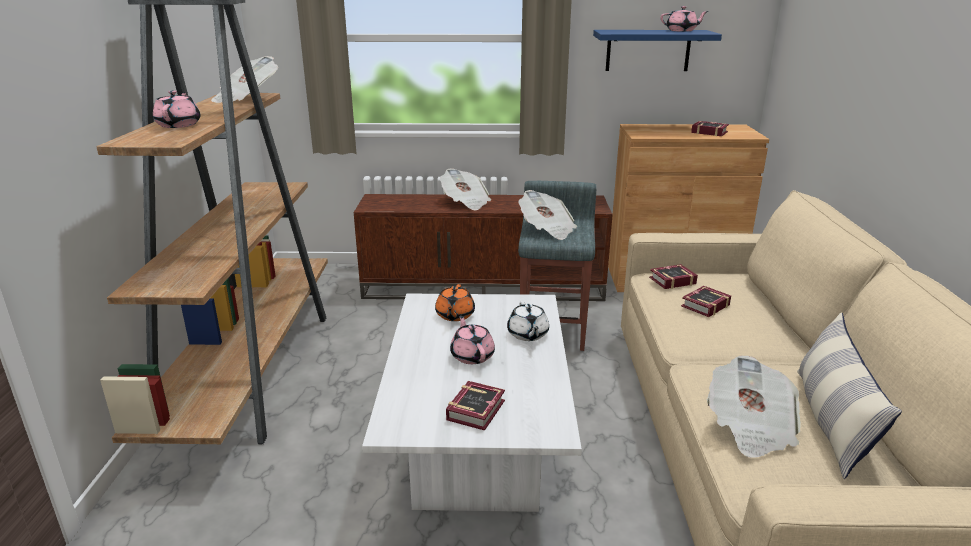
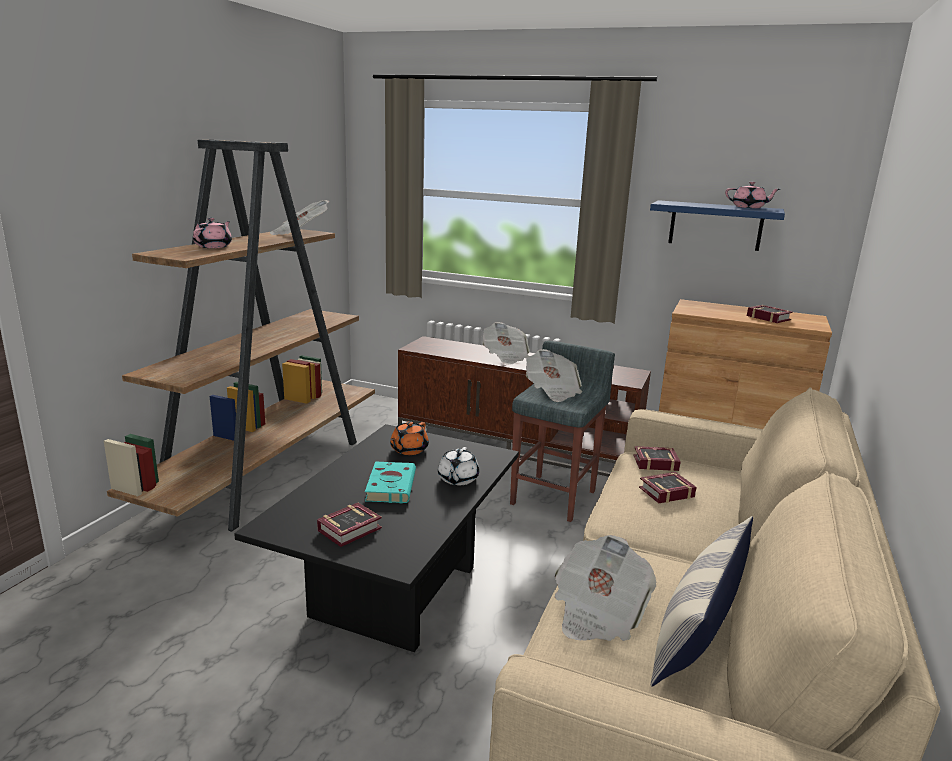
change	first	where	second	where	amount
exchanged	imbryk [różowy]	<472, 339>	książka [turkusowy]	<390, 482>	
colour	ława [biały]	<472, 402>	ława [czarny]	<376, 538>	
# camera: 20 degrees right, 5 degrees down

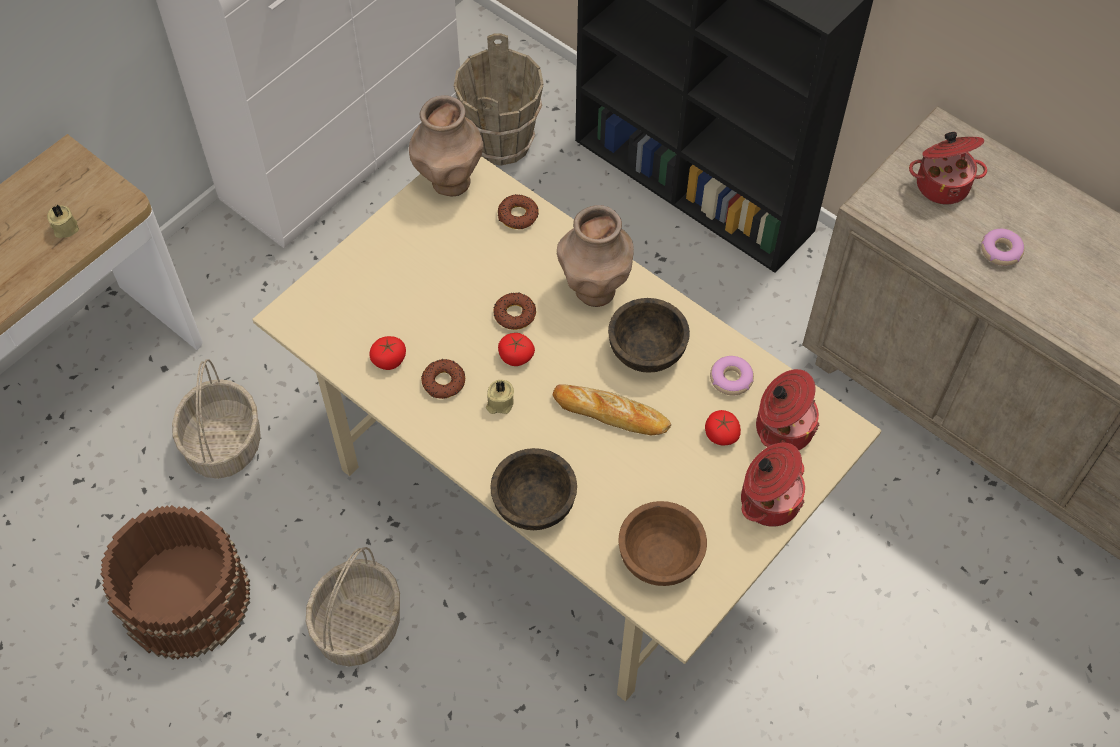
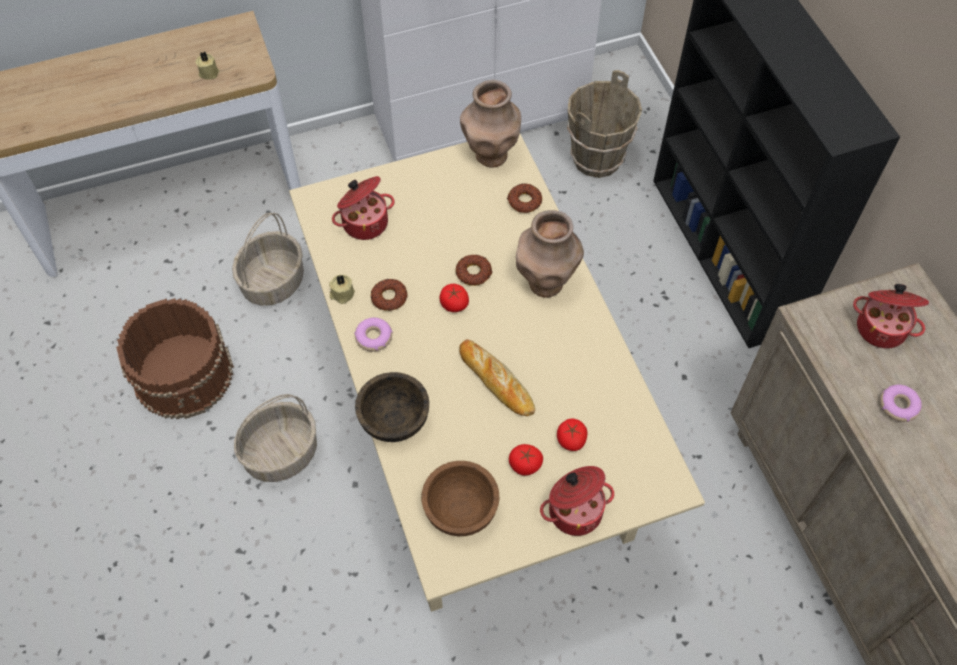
change	first	where	second	where	amount
missing	miska [brązowy]	<649, 335>			
relocated	pomidor	<387, 353>		<526, 460>	
relocated	świeca [beżowy]	<500, 397>		<342, 289>	
relocated	donut	<732, 376>		<373, 335>	
relocated	garnek	<787, 409>		<363, 208>	
# camera: 30 degrees right, 0 degrees up

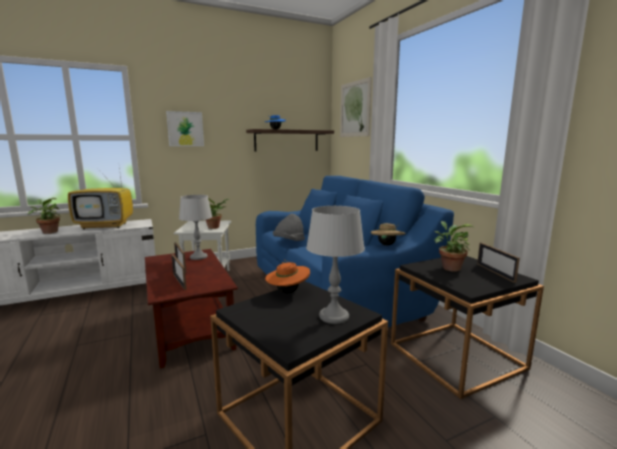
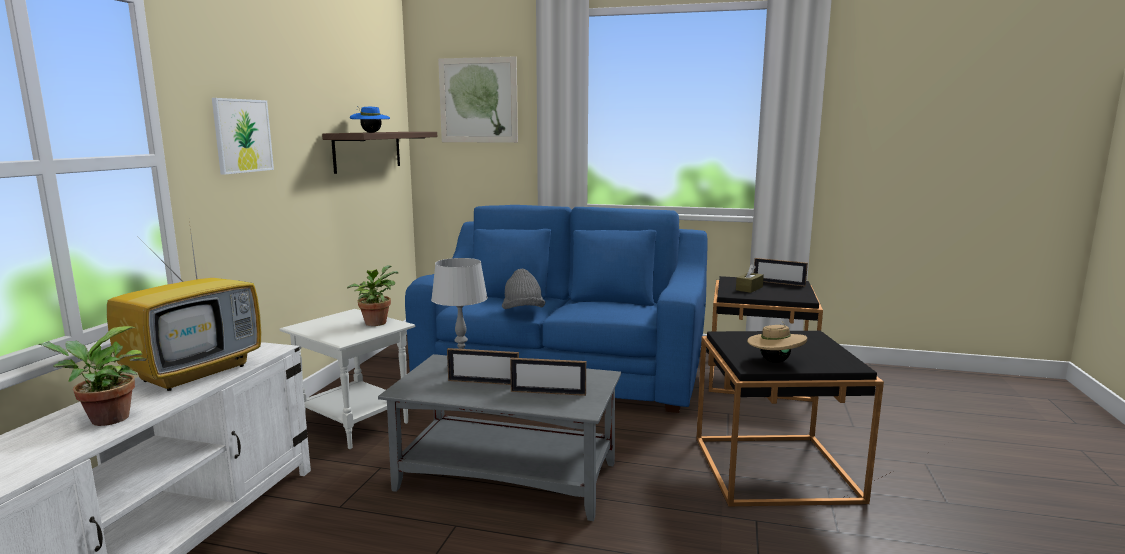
change	first	where	second	where	amount
missing	kapelusz [pomarańczowy]	<287, 276>			
missing	lampa stołowa [szary]	<335, 265>			
relocated	kapelusz [beżowy]	<388, 234>		<777, 342>	
exchanged	roślina doniczkowa	<453, 246>	pudełko chusteczek [brązowy]	<750, 278>	
colour	ława [brązowy]	<191, 308>	ława [szary]	<499, 437>	
# camera: 50 degrees left, 0 degrees up

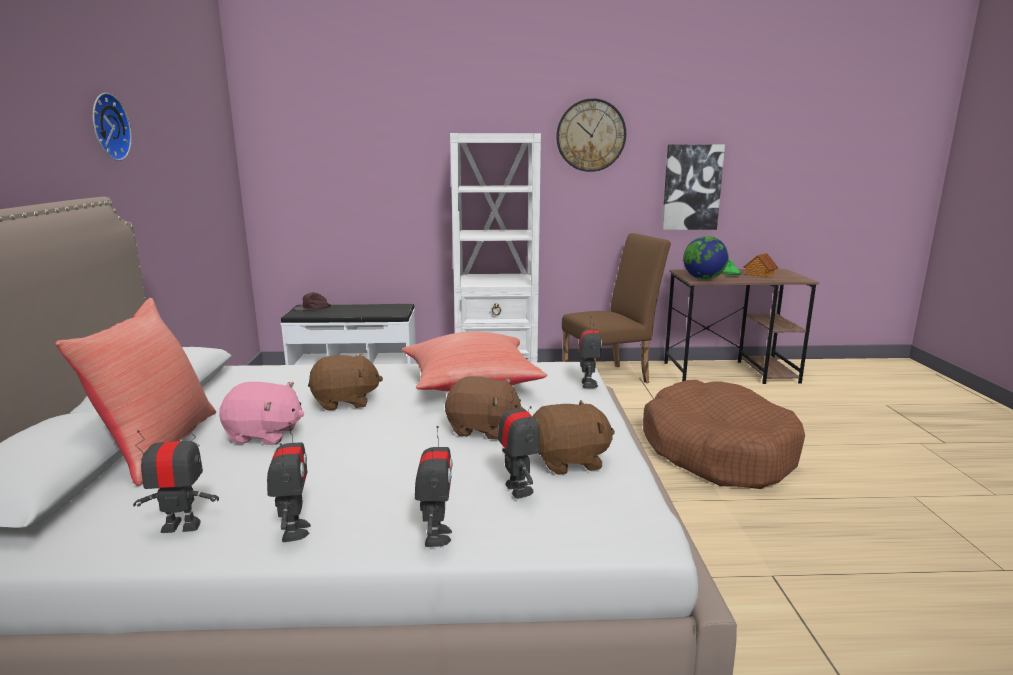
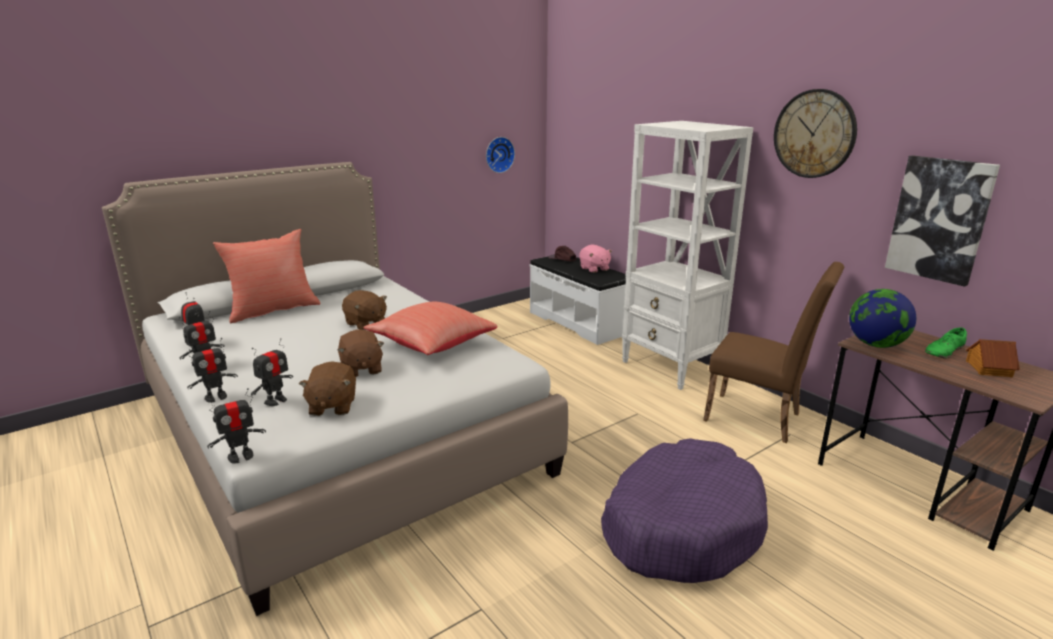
change	first	where	second	where	amount
relocated	zegar ścienny	<112, 127>		<500, 155>	
relocated	pluszak [różowy]	<261, 413>		<595, 259>	
relocated	robot zabawkowy	<590, 352>		<236, 426>	
colour	legowisko [brązowy]	<724, 434>	legowisko [fioletowy]	<684, 510>	
spun	pluszak [brązowy]	<574, 437>		<327, 388>	45 degrees clockwise
# camera: 55 degrees right, 5 degrees up

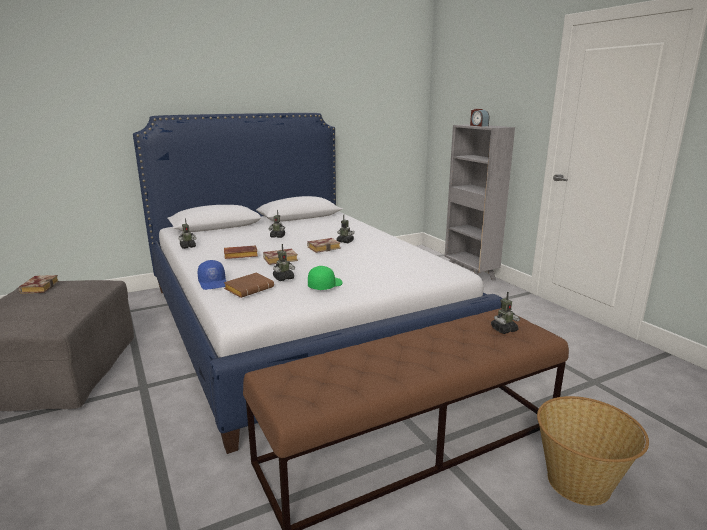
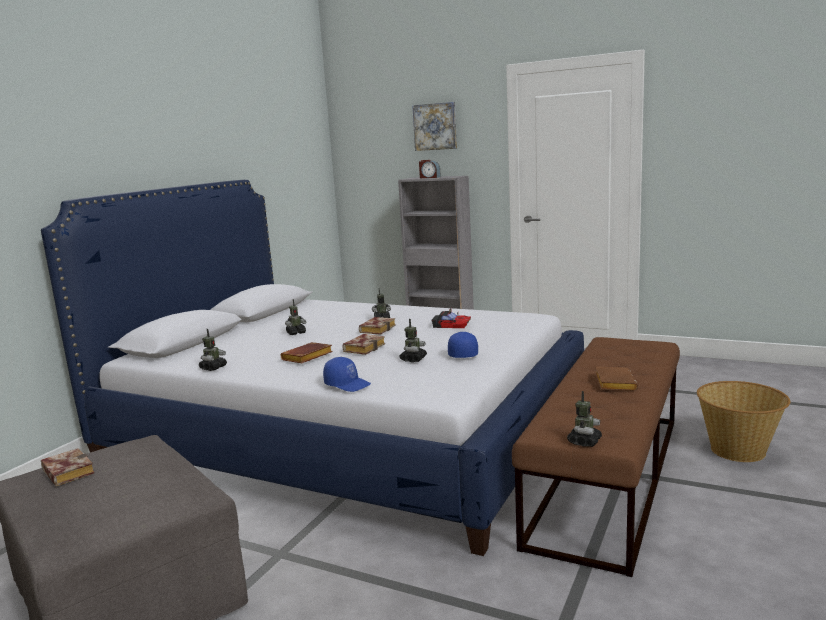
change	first	where	second	where	amount
appeared			obraz	<434, 126>	
appeared			samochodzik	<451, 318>	
relocated	książka [brązowy]	<249, 285>		<616, 378>	
relocated	robot zabawkowy	<505, 313>		<584, 419>	
colour	czapka z daszkiem [zielony]	<325, 278>	czapka z daszkiem [niebieski]	<463, 345>	
# camera: 35 degrees left, 5 degrees down

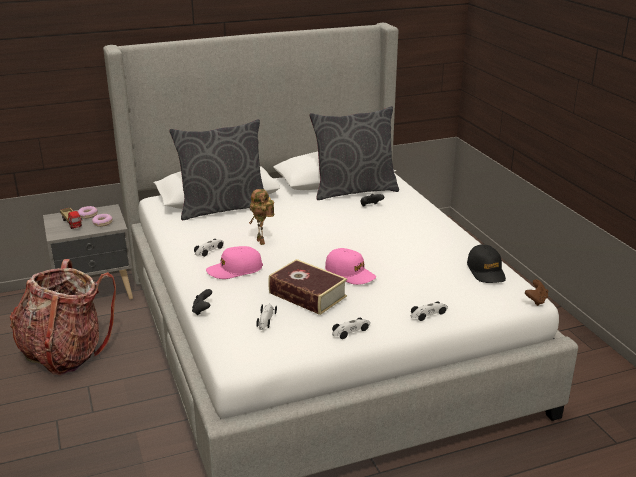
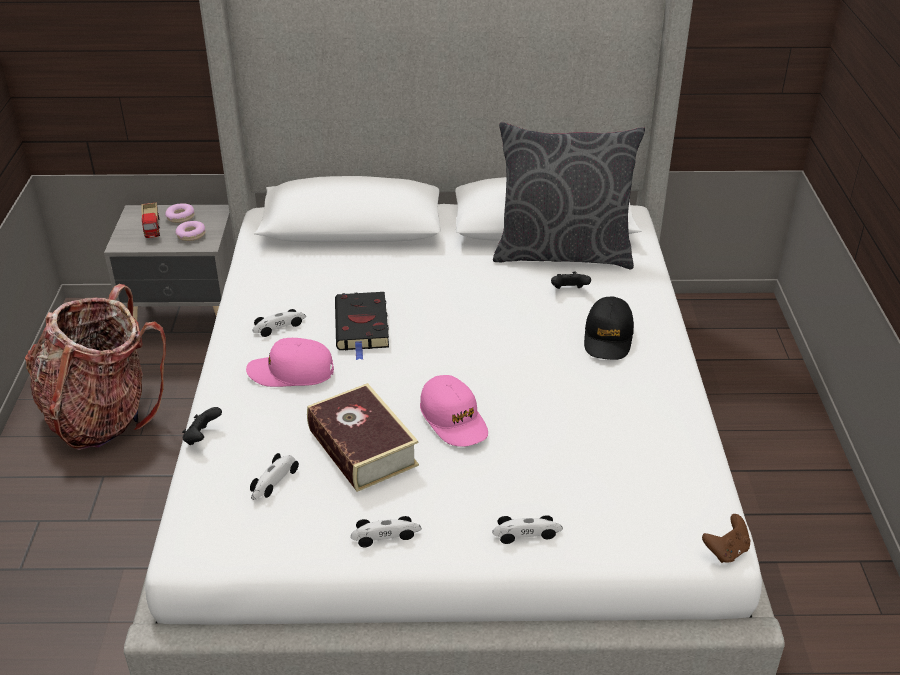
change	first	where	second	where	amount
missing	poduszka [szary]	<216, 169>			
relocated	czapka z daszkiem [czarny]	<486, 263>		<609, 328>	
exchanged	robot zabawkowy	<261, 217>	książka [czarny]	<362, 326>	
# camera: 20 degrees right, 10 degrees up

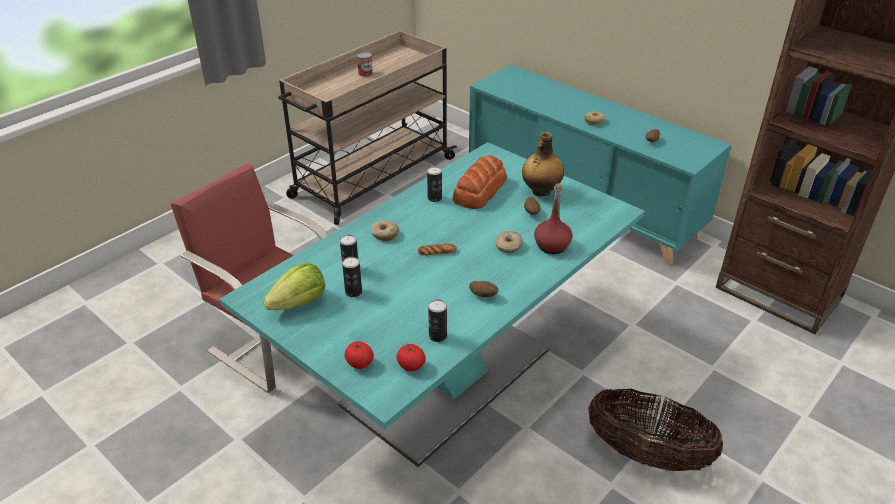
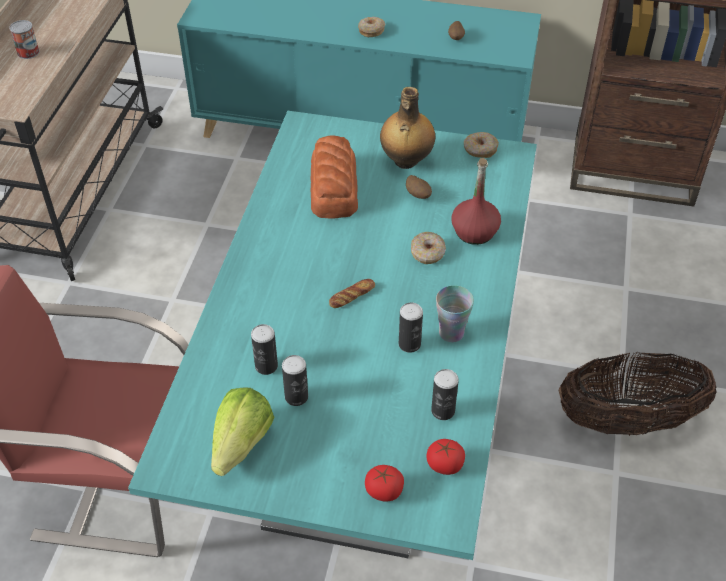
change	first	where	second	where	amount
relocated	donut	<385, 231>		<481, 145>	
relocated	puszka	<434, 184>		<411, 327>	
exchanged	ziemniak	<483, 289>	filiżanka	<455, 313>	
# camera: 30 degrees left, 10 degrees up

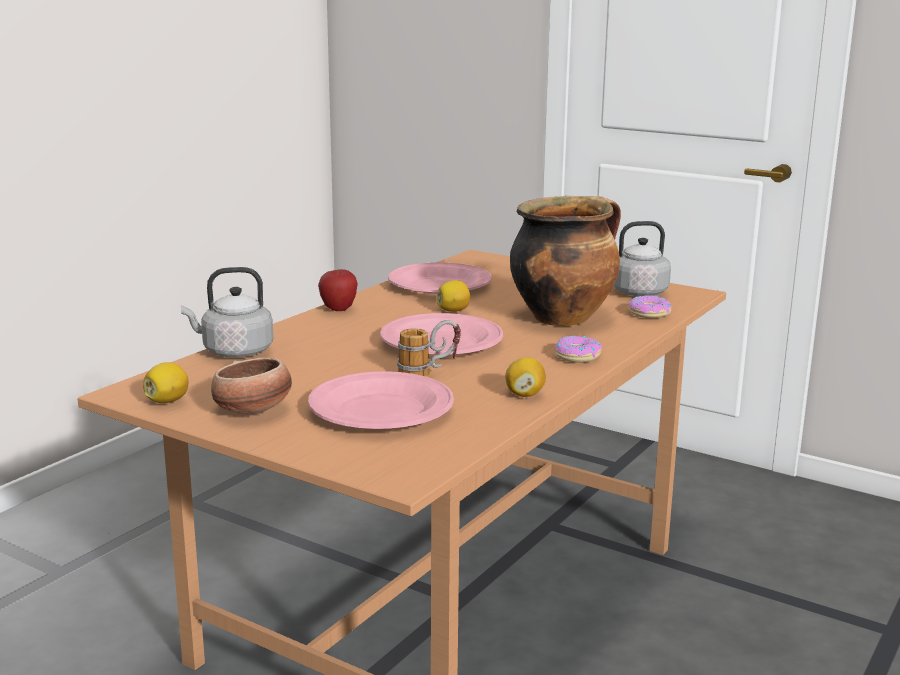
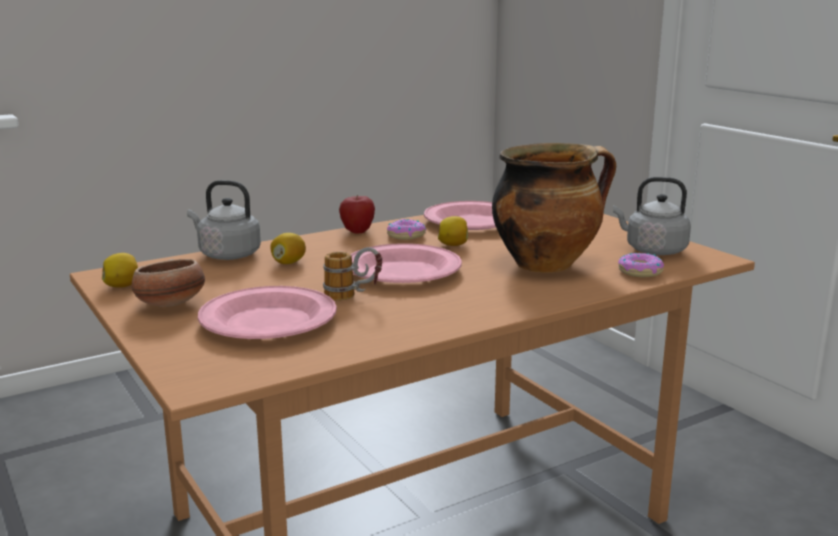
change	first	where	second	where	amount
relocated	cytryna	<525, 377>		<288, 248>	
relocated	donut	<578, 349>		<406, 229>	
# camera: 25 degrees right, 0 degrees up

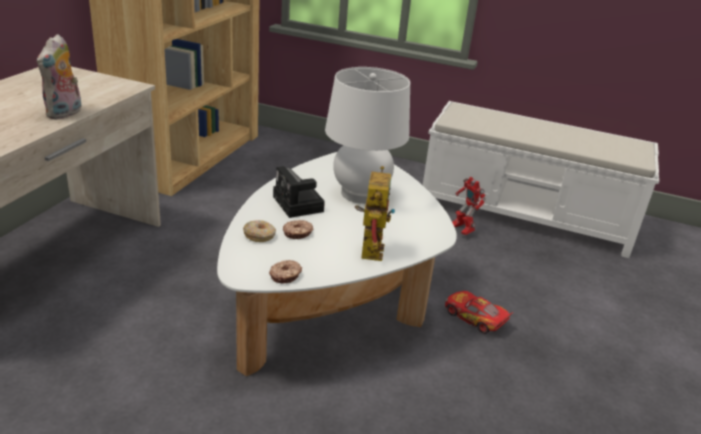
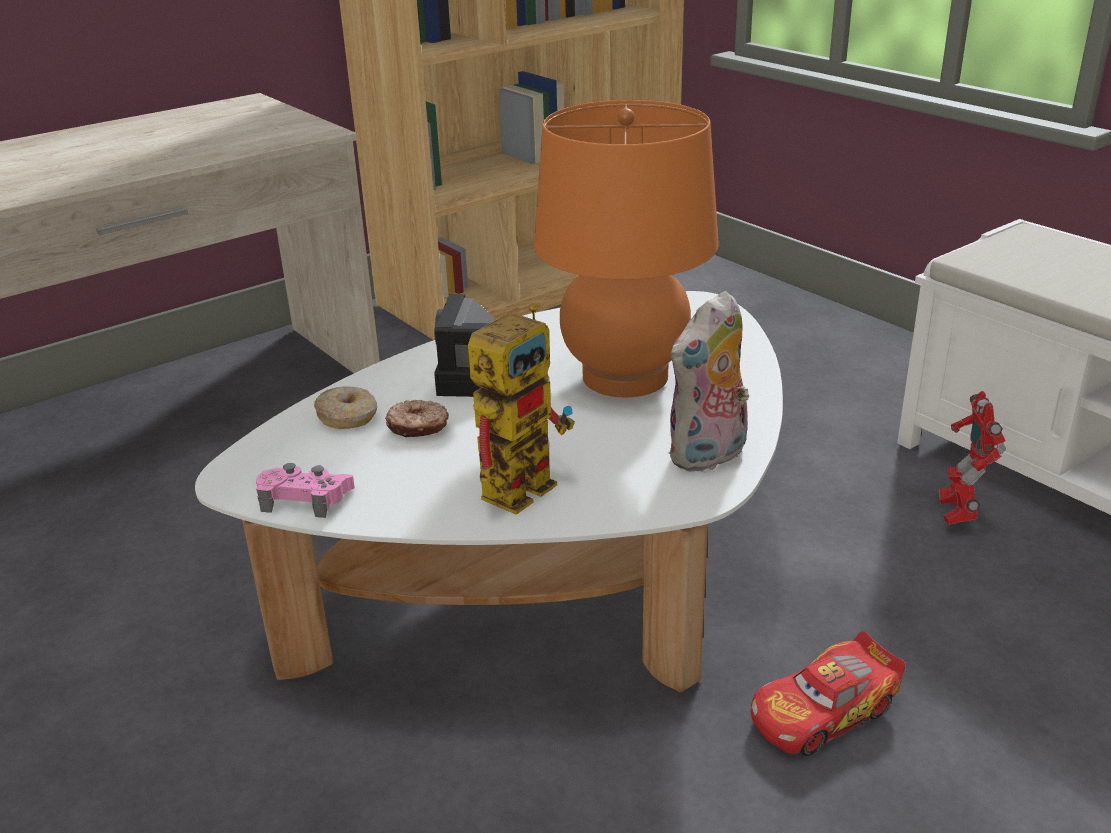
change	first	where	second	where	amount
relocated	pluszak	<59, 77>		<708, 381>	
exchanged	donut	<285, 272>	pad do gier [różowy]	<305, 490>	
colour	lampa stołowa [biały]	<367, 135>	lampa stołowa [pomarańczowy]	<626, 248>	
spun	samochodzik	<479, 312>		<828, 693>	105 degrees counterclockwise
# camera: 35 degrees right, 0 degrees up

